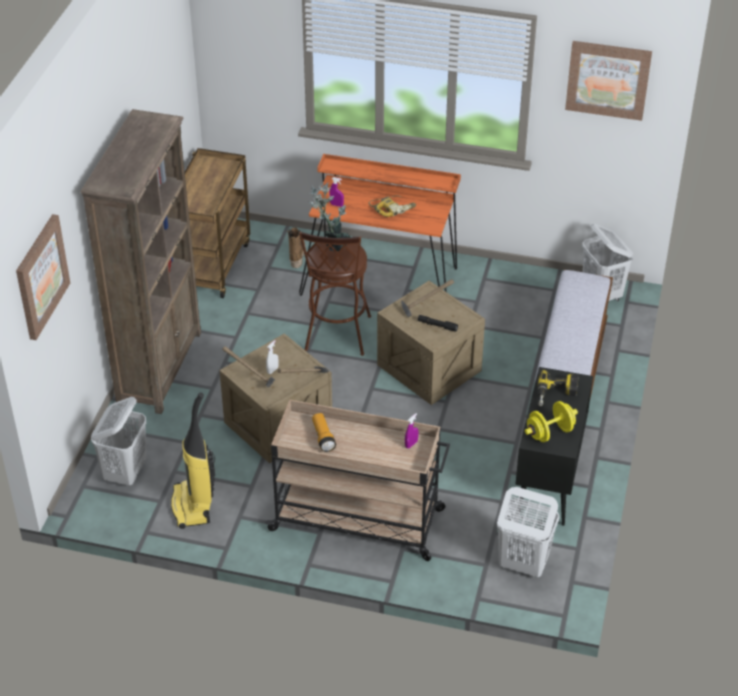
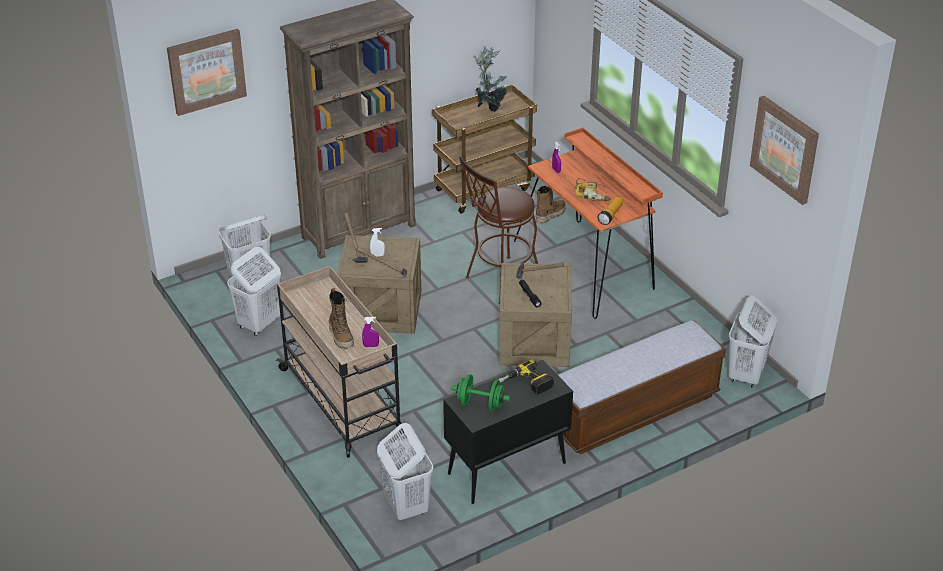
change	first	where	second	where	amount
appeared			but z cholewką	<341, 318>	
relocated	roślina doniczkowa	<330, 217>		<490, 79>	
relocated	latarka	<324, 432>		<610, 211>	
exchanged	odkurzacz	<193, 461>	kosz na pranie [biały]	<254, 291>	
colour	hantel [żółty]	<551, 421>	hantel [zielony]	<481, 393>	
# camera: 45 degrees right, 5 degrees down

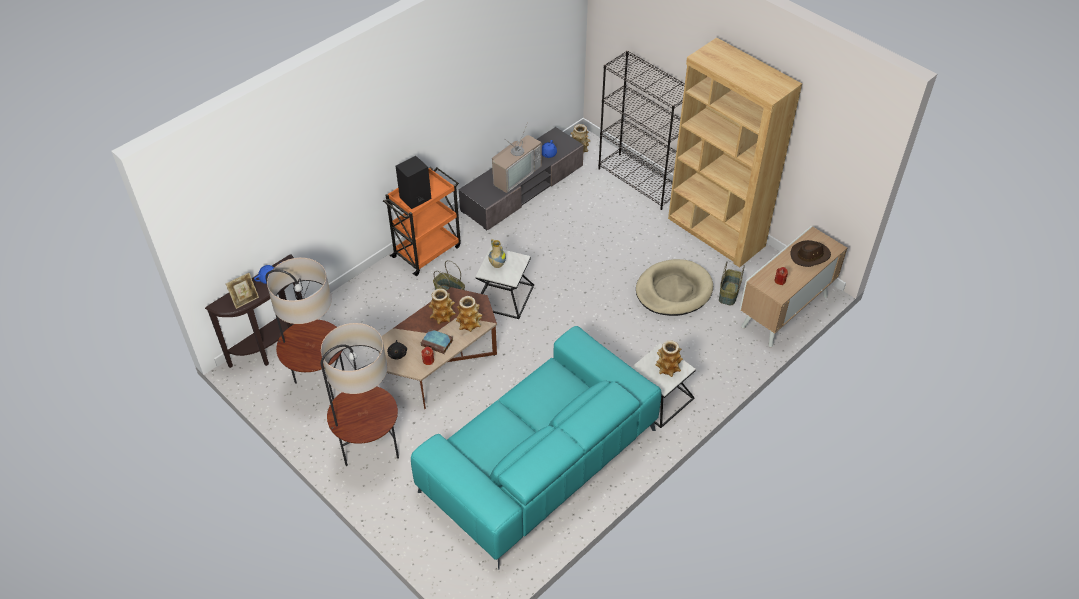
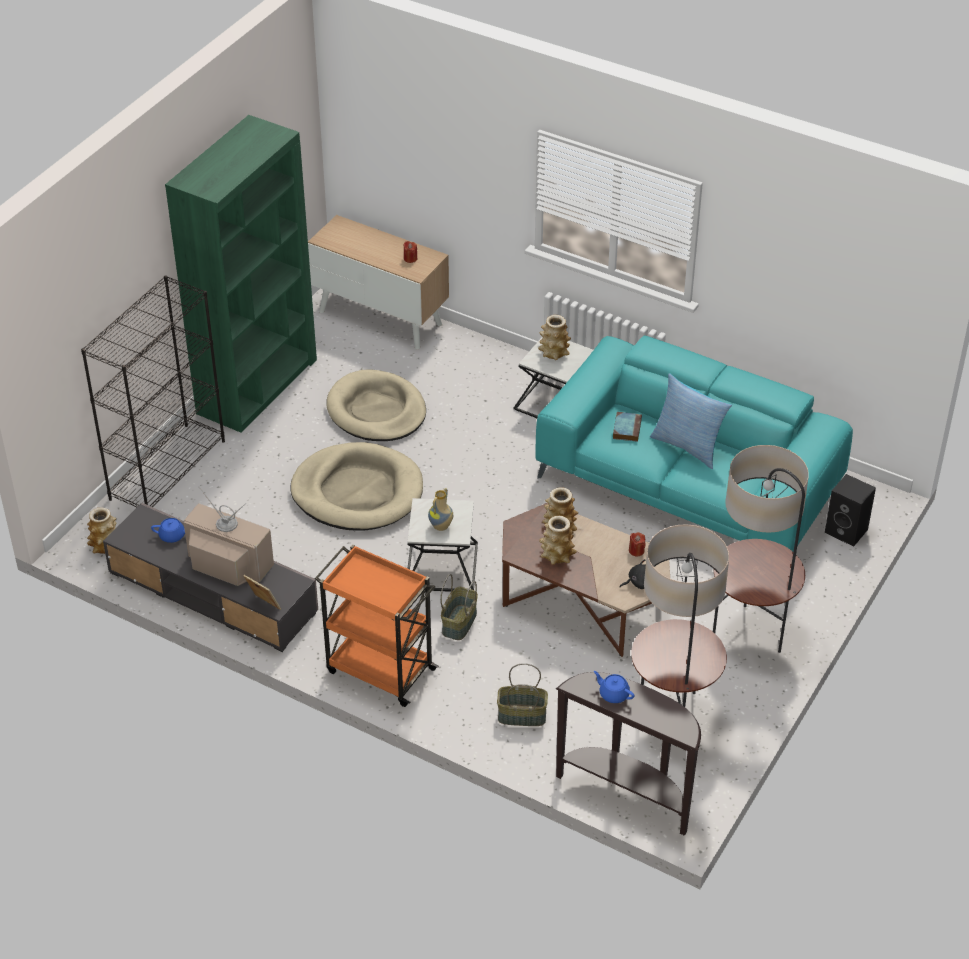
change	first	where	second	where	amount
missing	kapelusz [brązowy]	<811, 253>			
appeared			legowisko [beżowy]	<357, 486>	
appeared			poduszka	<691, 421>	
relocated	ramka na zdjęcie	<242, 291>		<262, 592>	
relocated	głośnik [czarny]	<413, 182>		<850, 510>	
relocated	książka	<437, 341>		<627, 427>	
relocated	koszyk	<732, 283>		<522, 694>	
colour	regał [brązowy]	<735, 153>	regał [zielony]	<241, 274>	
# camera: 105 degrees left, 5 degrees down

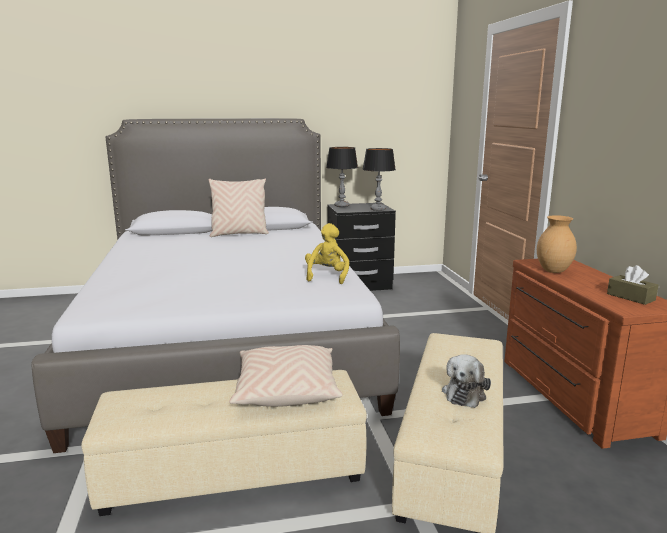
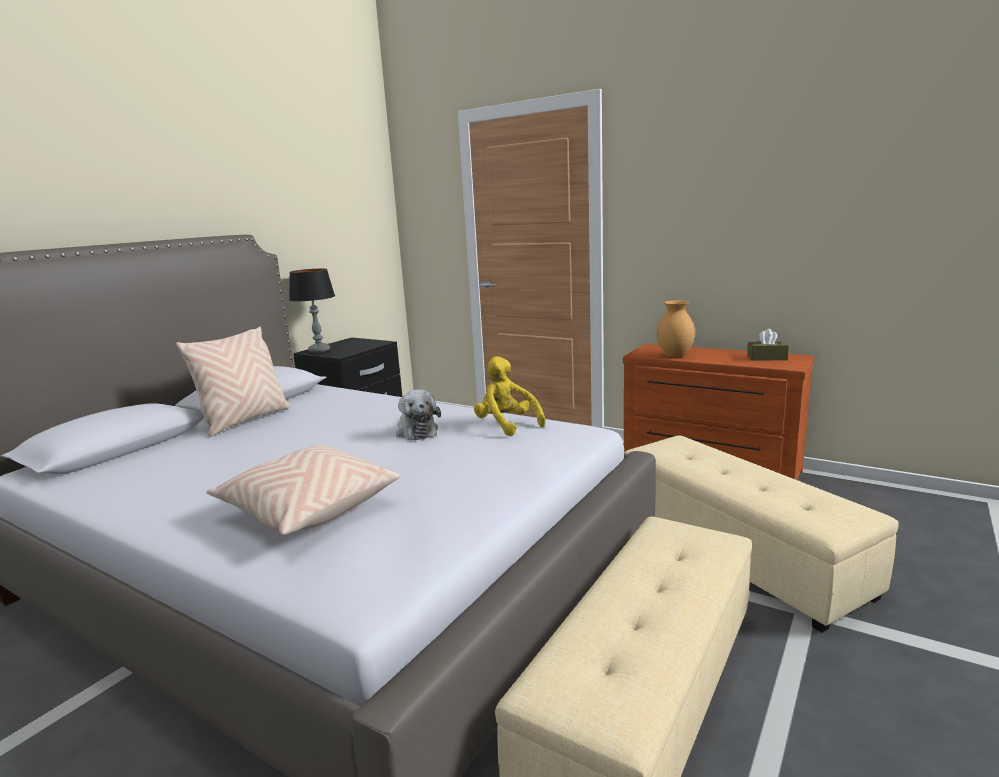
change	first	where	second	where	amount
missing	lampa stołowa	<379, 179>			
relocated	poduszka [beżowy]	<286, 376>		<303, 490>	
relocated	pluszak	<466, 381>		<418, 415>	
# camera: 45 degrees left, 0 degrees up

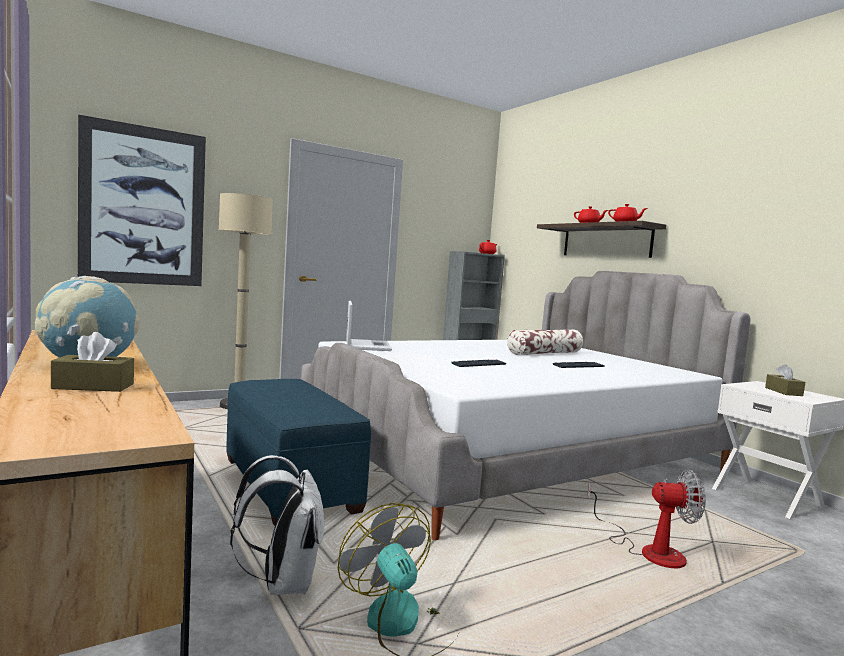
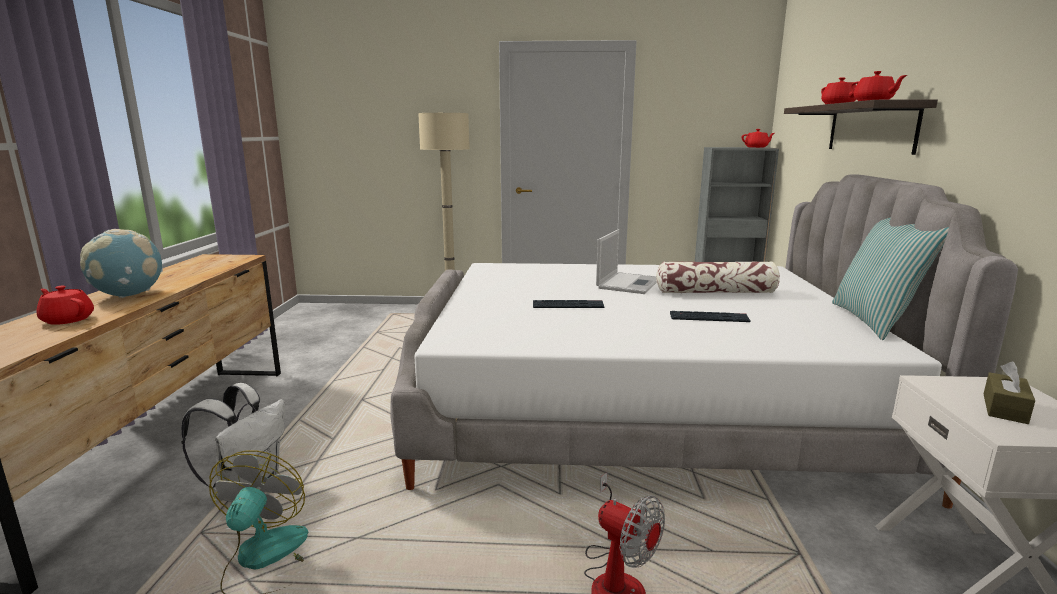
change	first	where	second	where	amount
missing	obraz	<142, 200>			
missing	pufa [niebieski]	<298, 452>			
appeared			poduszka	<890, 278>	
relocated	laptop	<369, 326>		<626, 261>	
exchanged	pudełko chusteczek [brązowy]	<92, 362>	imbryk [czerwony]	<65, 305>	
# camera: 35 degrees right, 10 degrees up

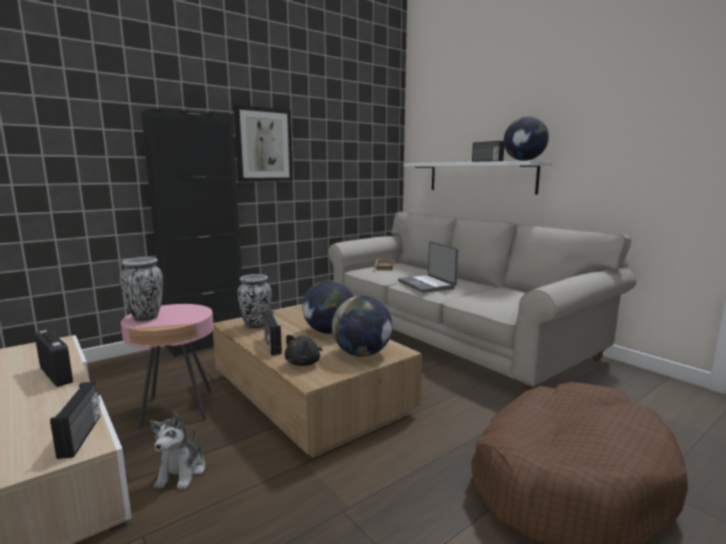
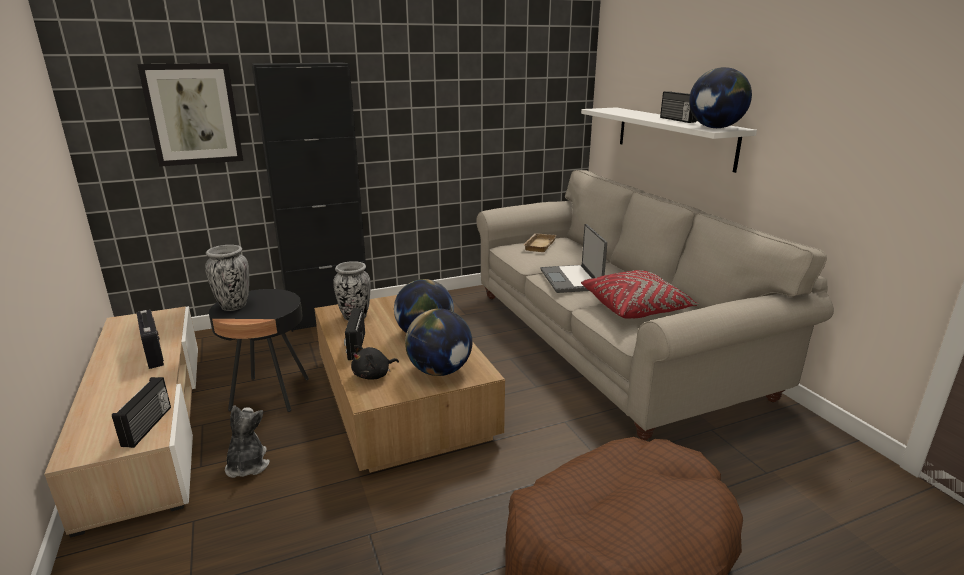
change	first	where	second	where	amount
appeared			poduszka [czerwony]	<640, 294>	
relocated	obraz	<263, 143>		<190, 115>	
colour	stolik [różowy]	<167, 366>	stolik [czarny]	<259, 350>	
spun	pluszak	<177, 451>		<247, 442>	150 degrees clockwise
# camera: 15 degrees right, 10 degrees up

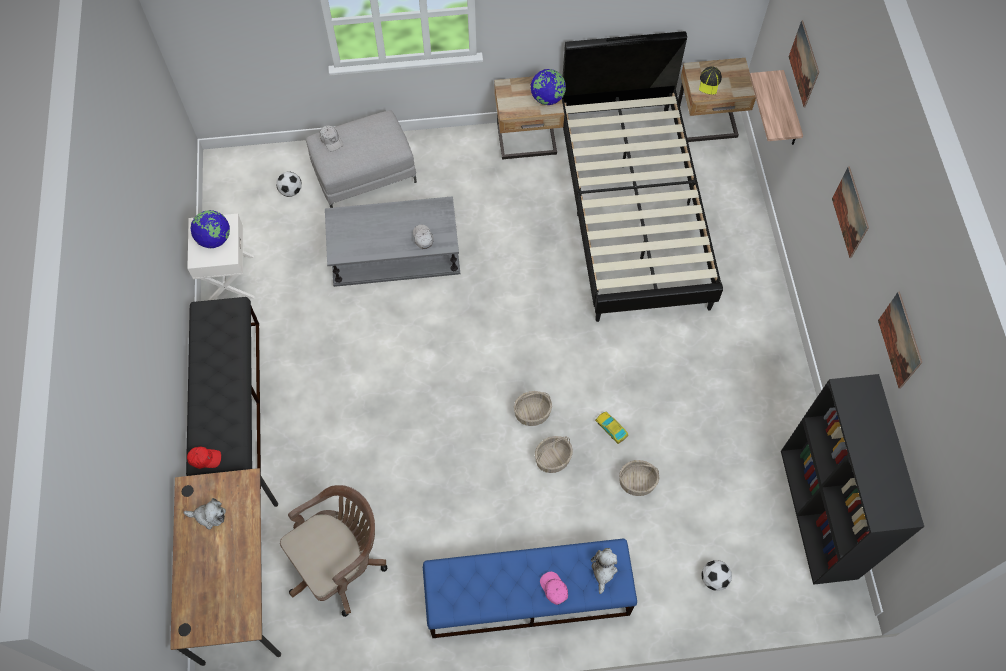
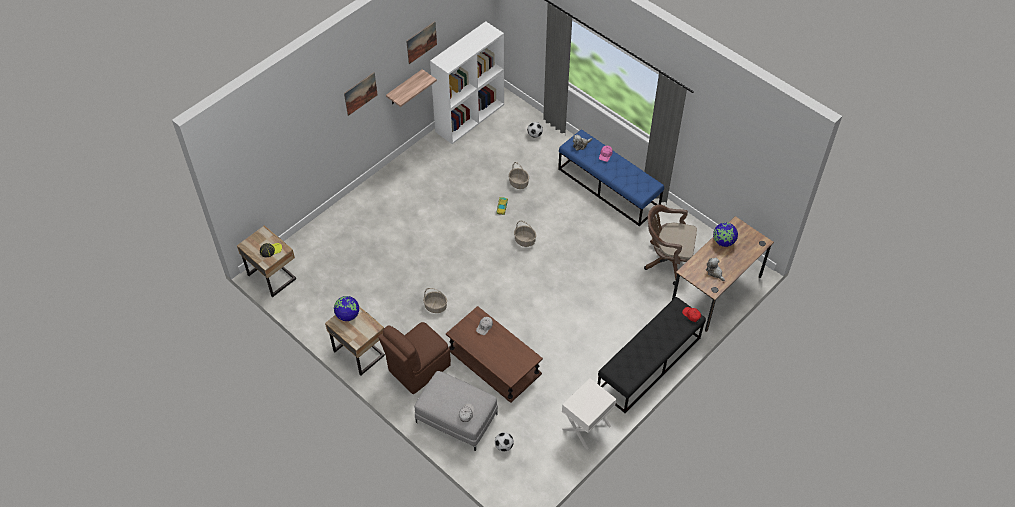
change	first	where	second	where	amount
missing	łóżko [czarny]	<642, 176>			
missing	obraz	<804, 64>			
appeared			krzesło [brązowy]	<414, 358>	
relocated	globus	<210, 229>		<725, 234>	
relocated	koszyk	<554, 454>		<435, 300>	
relocated	półka	<776, 107>		<411, 88>	
colour	ława [szary]	<392, 241>	ława [brązowy]	<494, 354>	
colour	regał [czarny]	<852, 479>	regał [biały]	<467, 82>	
# camera: 130 degrees left, 10 degrees down

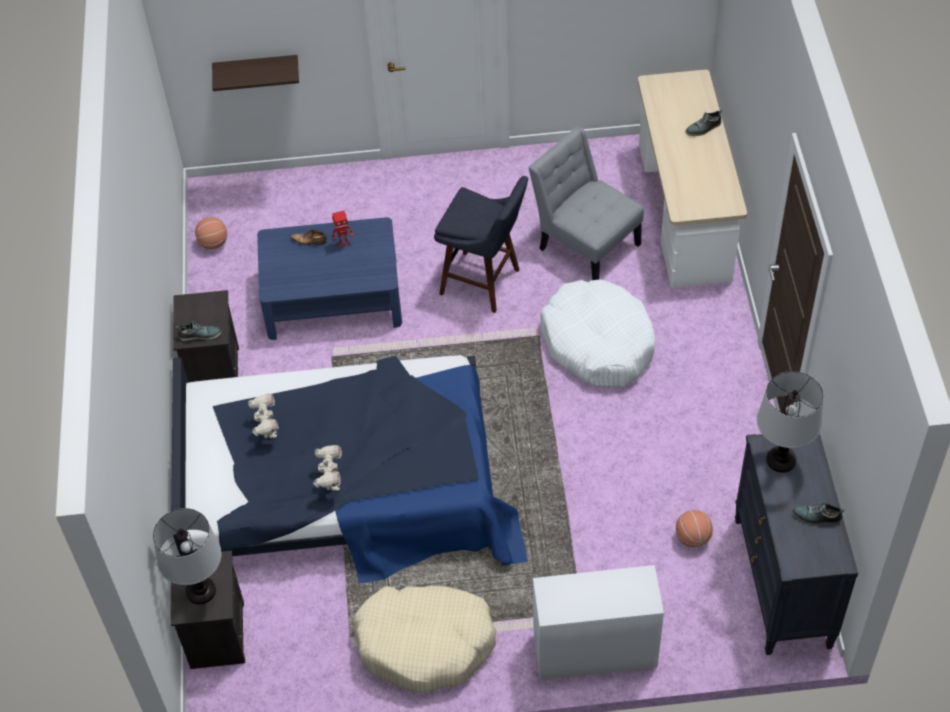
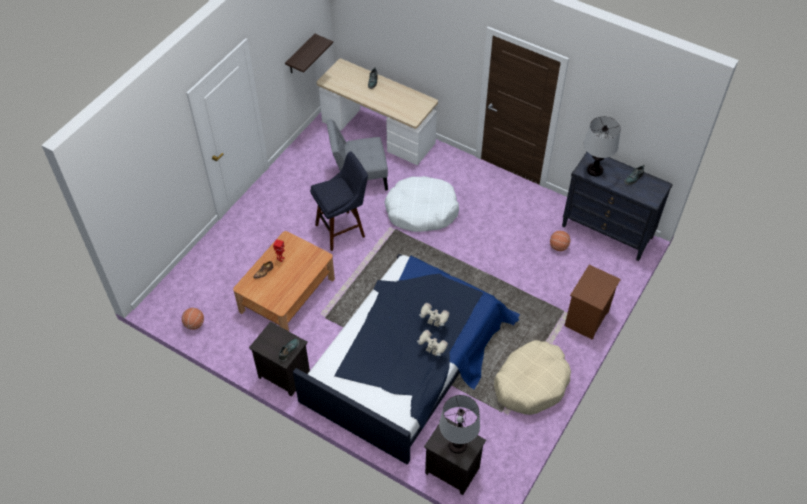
change	first	where	second	where	amount
relocated	półka	<255, 73>		<309, 54>	
relocated	robot zabawkowy	<263, 416>		<434, 315>	
exchanged	komoda [biały]	<598, 622>	szafka nocna [brązowy]	<592, 302>	
colour	ława [niebieski]	<329, 278>	ława [brązowy]	<284, 281>	
# camera: 55 degrees left, 0 degrees up

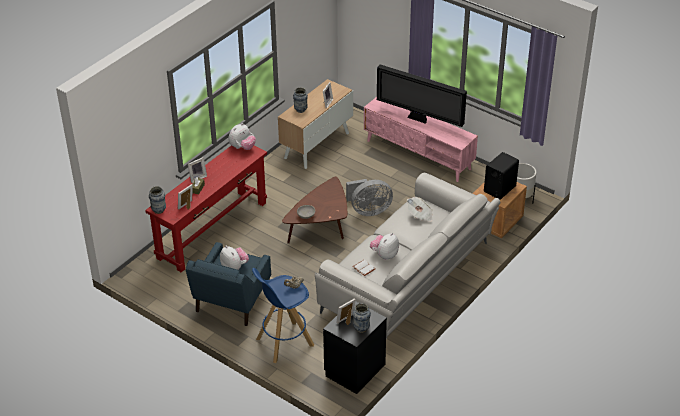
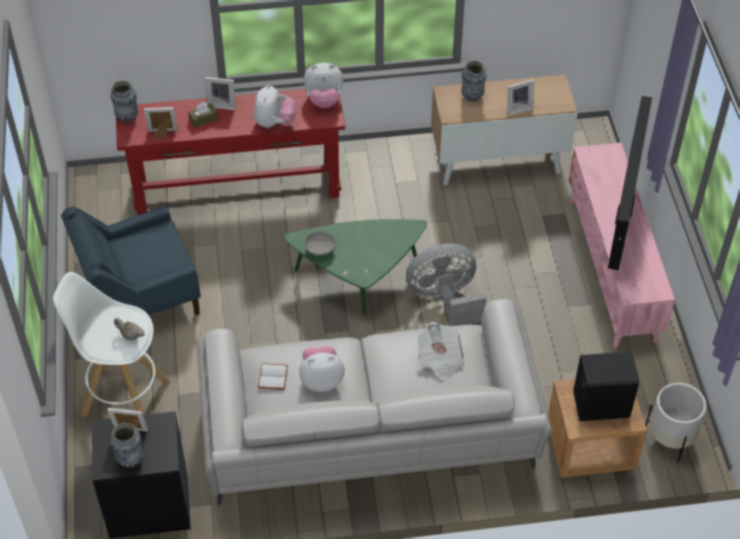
change	first	where	second	where	amount
relocated	pluszak	<234, 258>		<275, 106>	
colour	stołek [niebieski]	<283, 315>	stołek [biały]	<111, 344>	
colour	ława [brązowy]	<314, 210>	ława [zielony]	<355, 267>	
spun	wentylator [szary]	<369, 197>		<446, 284>	135 degrees clockwise
spun	telewizor	<422, 95>		<630, 183>	150 degrees counterclockwise
# camera: 45 degrees right, 10 degrees up

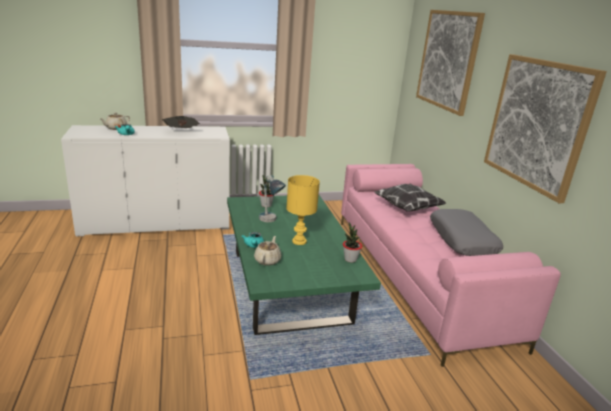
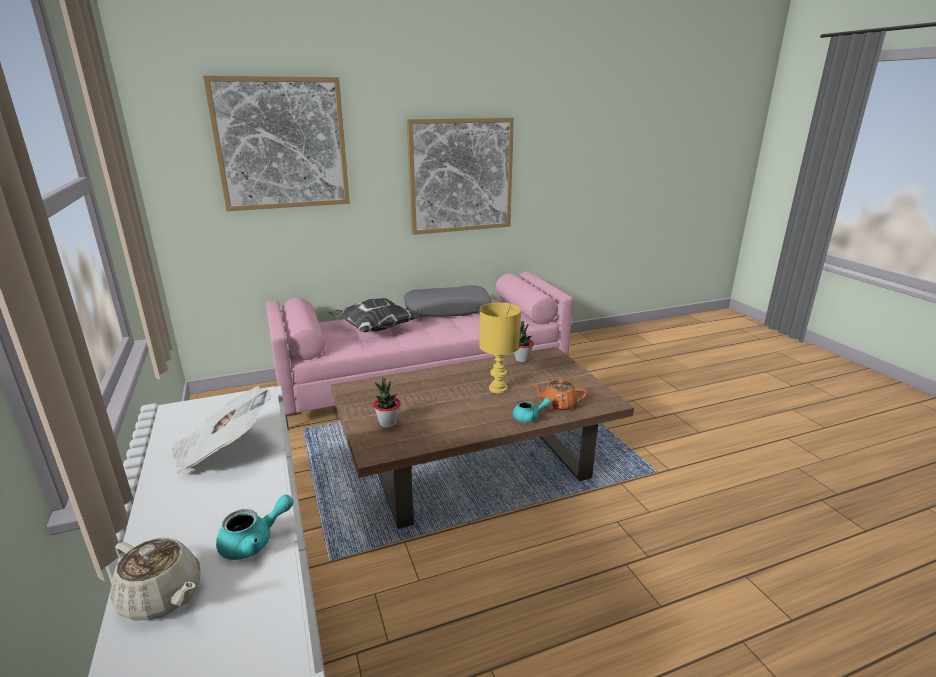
change	first	where	second	where	amount
missing	lampa stołowa	<272, 198>			
colour	ława [zielony]	<304, 265>	ława [brązowy]	<482, 438>	
colour	imbryk [beżowy]	<267, 251>	imbryk [pomarańczowy]	<559, 395>	
# camera: 95 degrees left, 0 degrees up

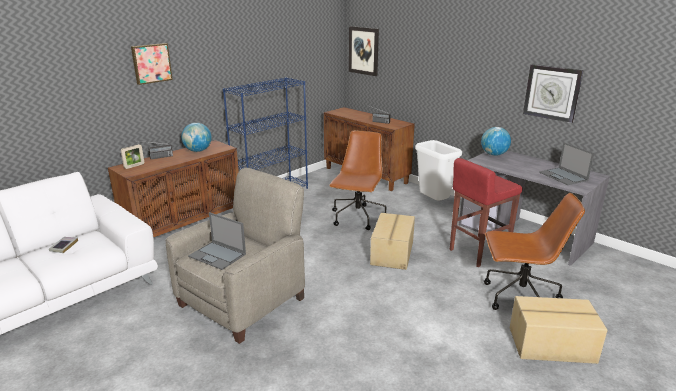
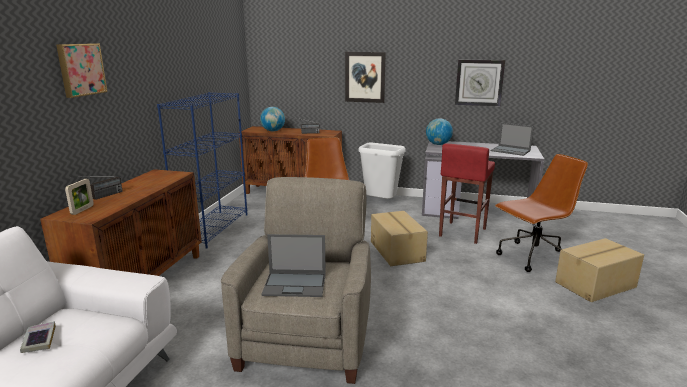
change	first	where	second	where	amount
relocated	globus	<196, 137>		<272, 119>	
relocated	obraz	<364, 51>		<365, 77>	
# camera: 30 degrees left, 5 degrees down

